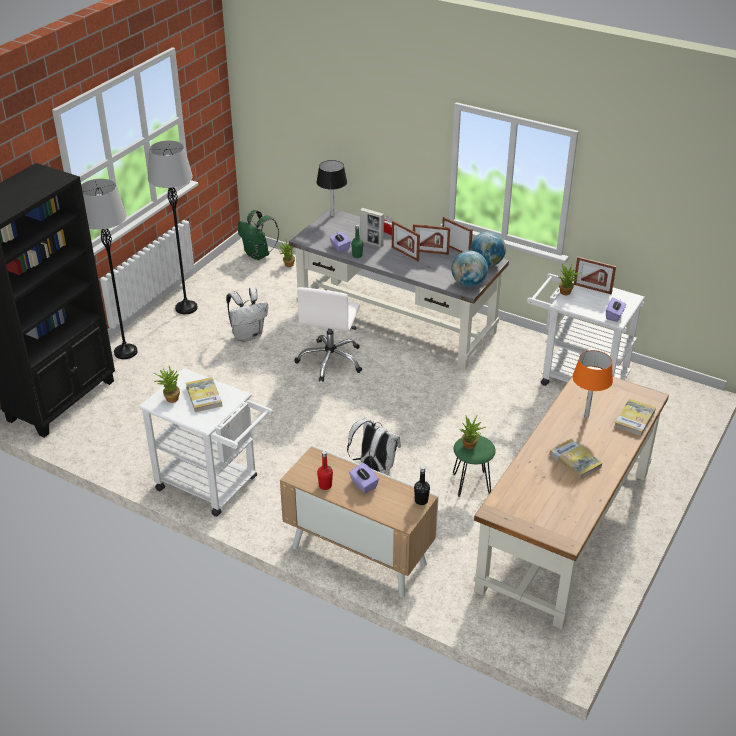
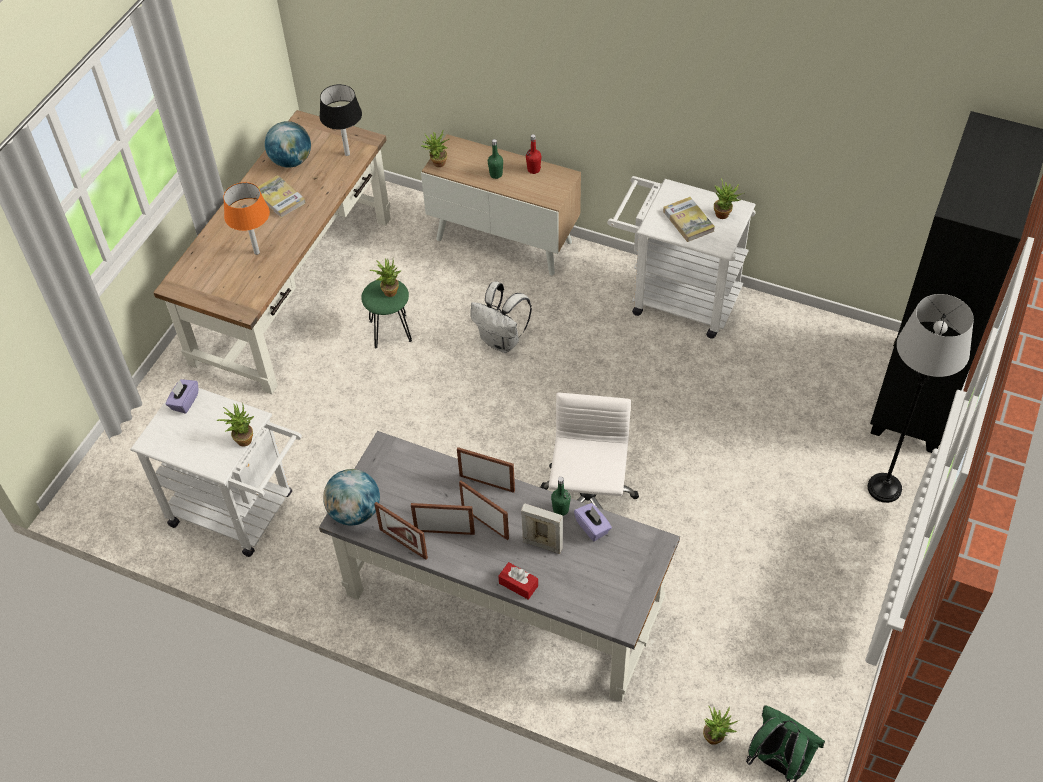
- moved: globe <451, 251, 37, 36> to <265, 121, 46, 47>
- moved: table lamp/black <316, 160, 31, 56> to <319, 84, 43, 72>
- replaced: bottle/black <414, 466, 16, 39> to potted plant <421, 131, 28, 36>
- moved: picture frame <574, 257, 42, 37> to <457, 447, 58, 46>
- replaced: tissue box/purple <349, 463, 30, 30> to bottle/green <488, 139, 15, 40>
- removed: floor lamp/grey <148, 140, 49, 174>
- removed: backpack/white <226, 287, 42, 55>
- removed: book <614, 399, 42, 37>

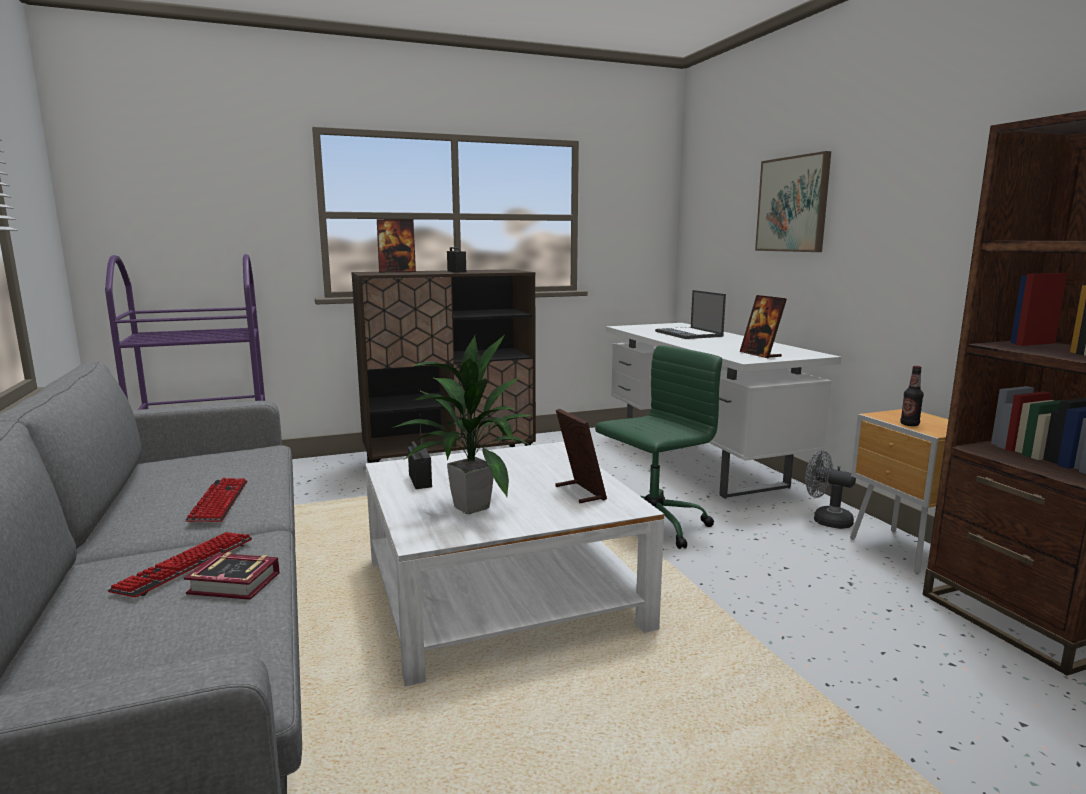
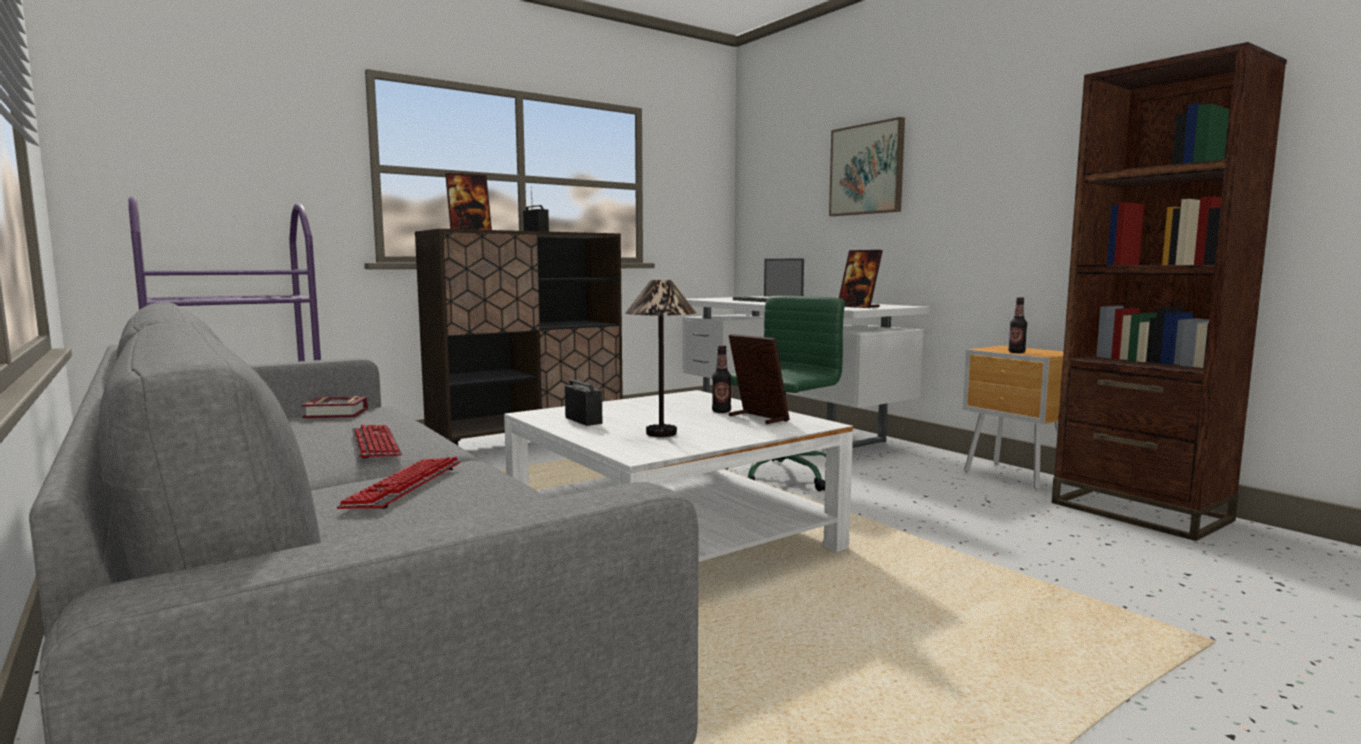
- moved: book <184, 552, 96, 48> to <301, 396, 67, 22>
- replaced: potted plant <392, 334, 141, 180> to table lamp <625, 280, 71, 157>
- added: bottle <712, 345, 19, 68>
- removed: fan/grey <805, 450, 51, 79>

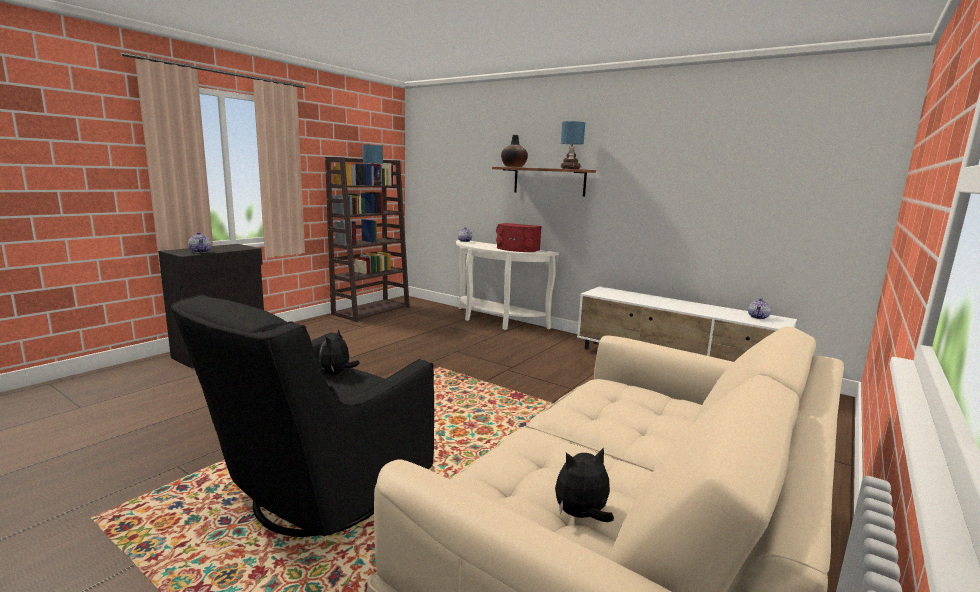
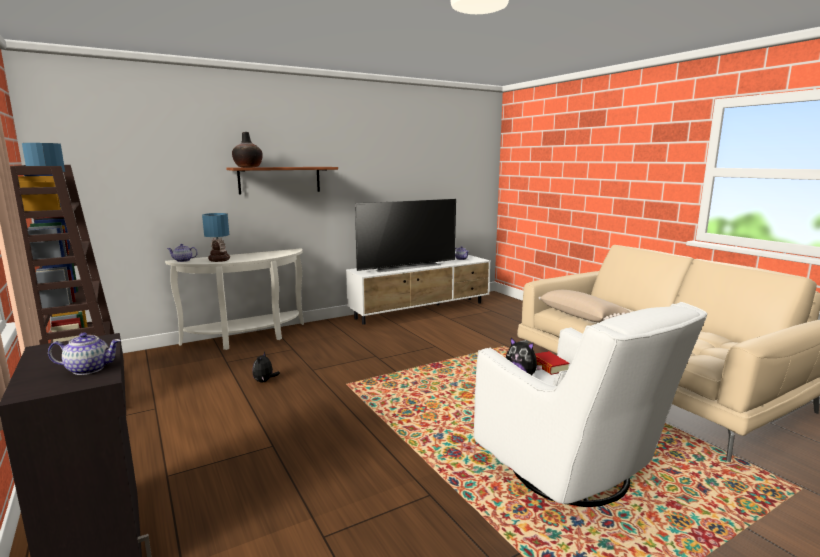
- moved: table lamp <561, 121, 24, 48> to <202, 213, 28, 49>
- moved: plush toy <555, 447, 59, 75> to <252, 352, 28, 31>
- added: television <355, 199, 101, 73>
- recoloured: armchair/black <171, 294, 263, 243> to armchair/white <474, 302, 233, 205>
- added: book <535, 351, 35, 24>
- added: pillow/beige <539, 290, 91, 33>
- removed: speaker/red <496, 223, 46, 29>

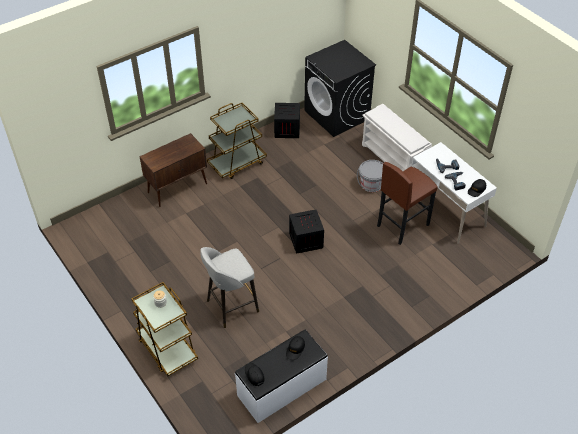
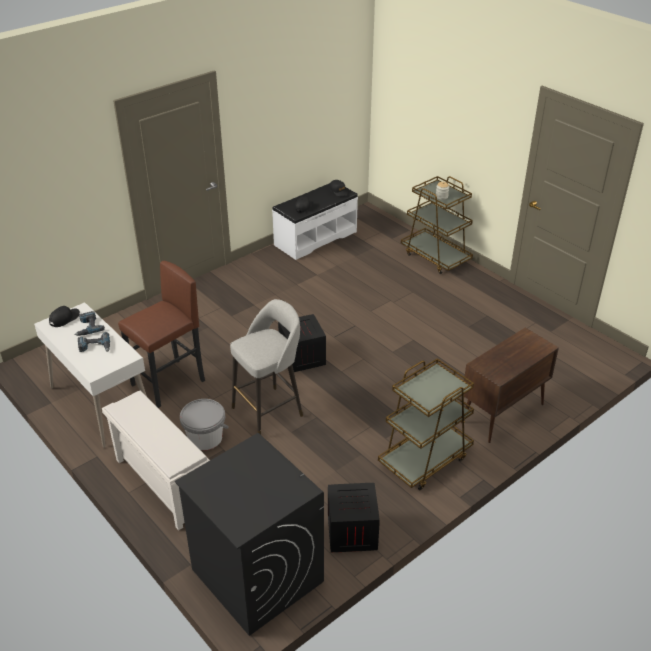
- moved: stool/grey <201, 247, 58, 81> to <230, 299, 73, 136>

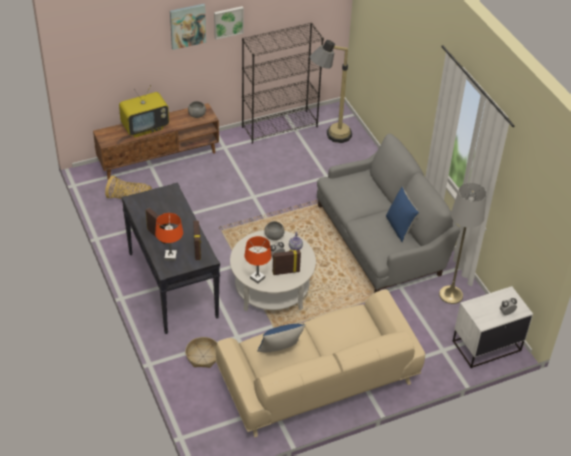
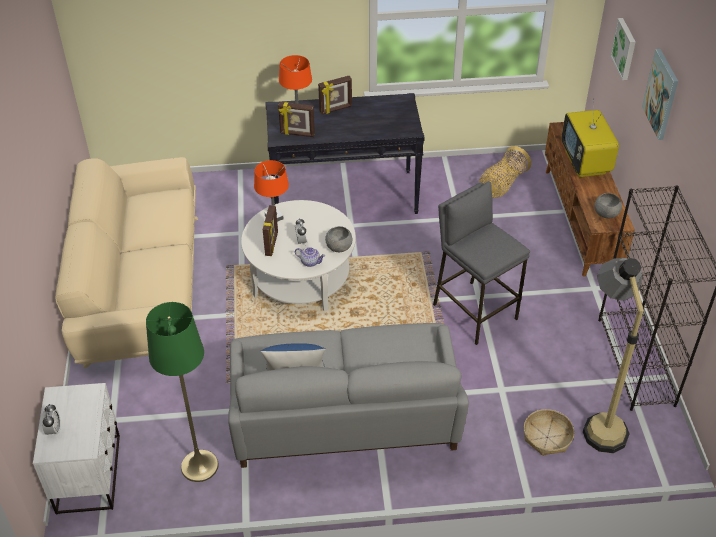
- recoloured: floor lamp/grey <439, 183, 48, 121> to floor lamp/green <146, 302, 73, 180>
- added: stool/grey <433, 181, 97, 164>
- moved: basket <185, 337, 32, 31> to <524, 409, 51, 47>
- moved: picture <214, 6, 30, 34> to <610, 18, 26, 62>
- removed: pillow/blue <257, 324, 48, 28>

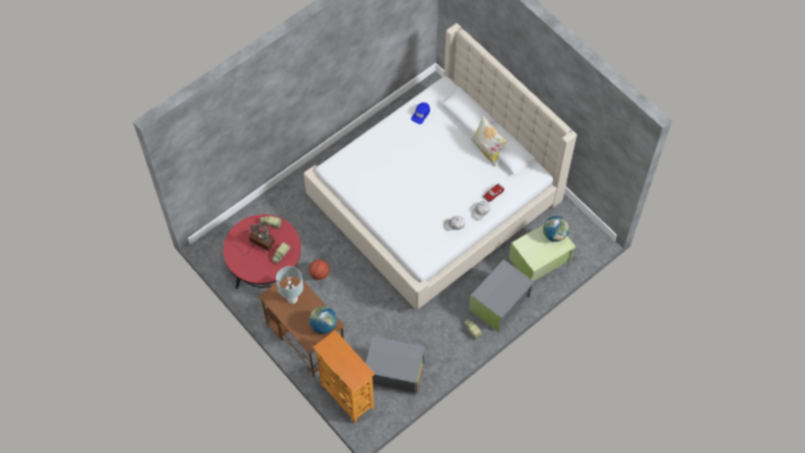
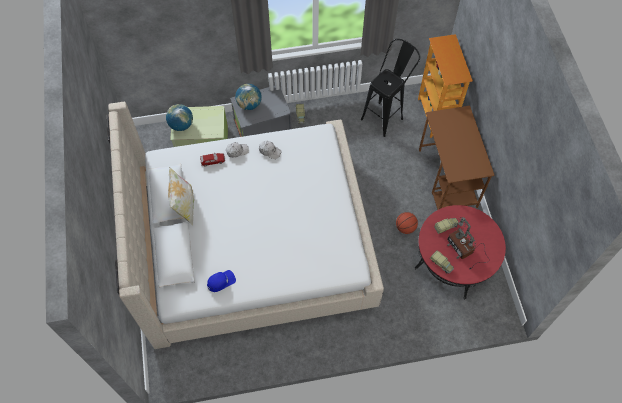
- moved: globe <309, 306, 28, 28> to <235, 84, 27, 26>
- replaced: storage box/grey <366, 336, 59, 59> to stool/black <361, 39, 59, 98>
- removed: table lamp/grey <276, 266, 27, 38>

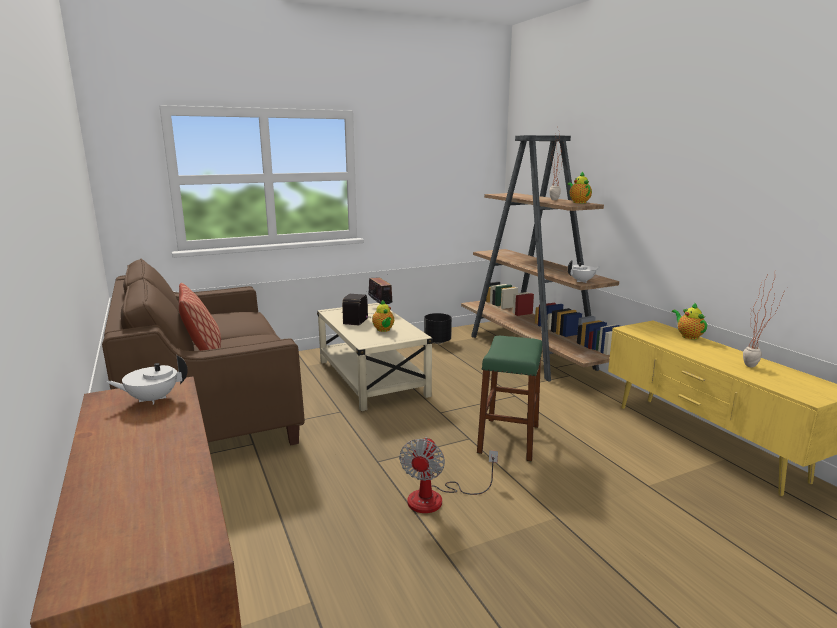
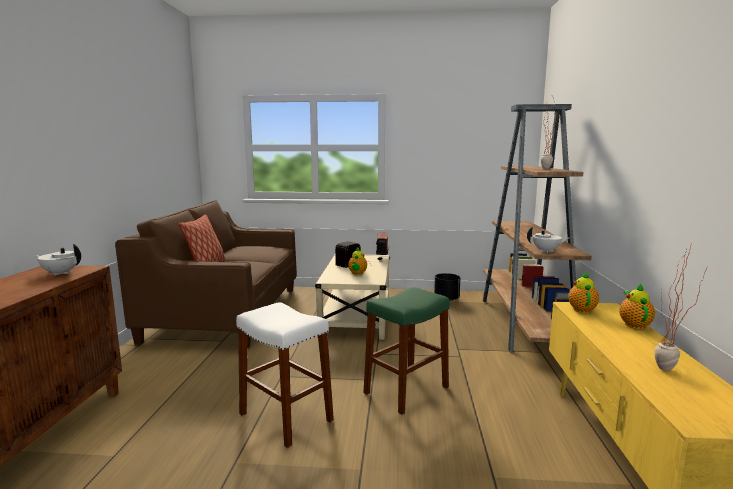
- replaced: fan <399, 437, 99, 76> to stool/white <236, 302, 98, 146>
- moved: teapot <568, 172, 24, 31> to <568, 272, 31, 41>

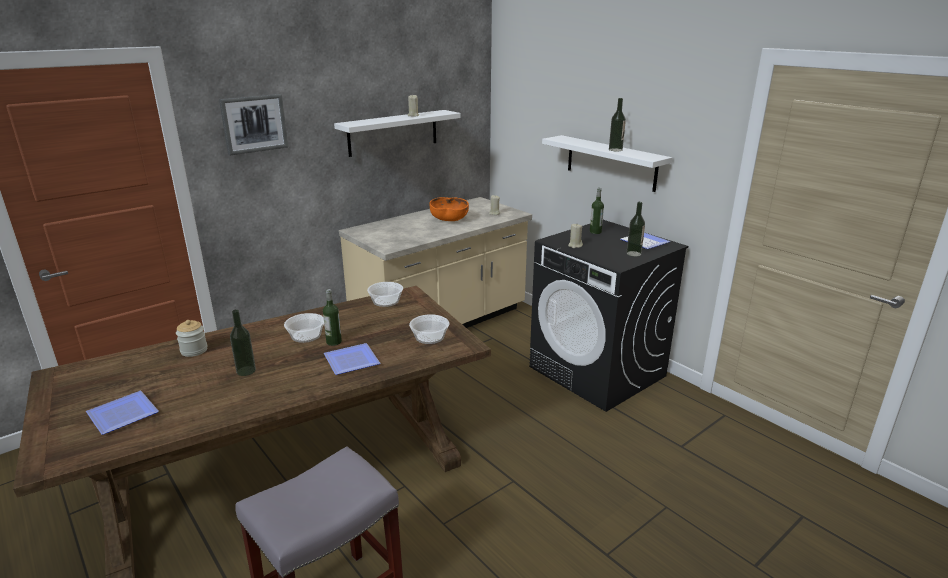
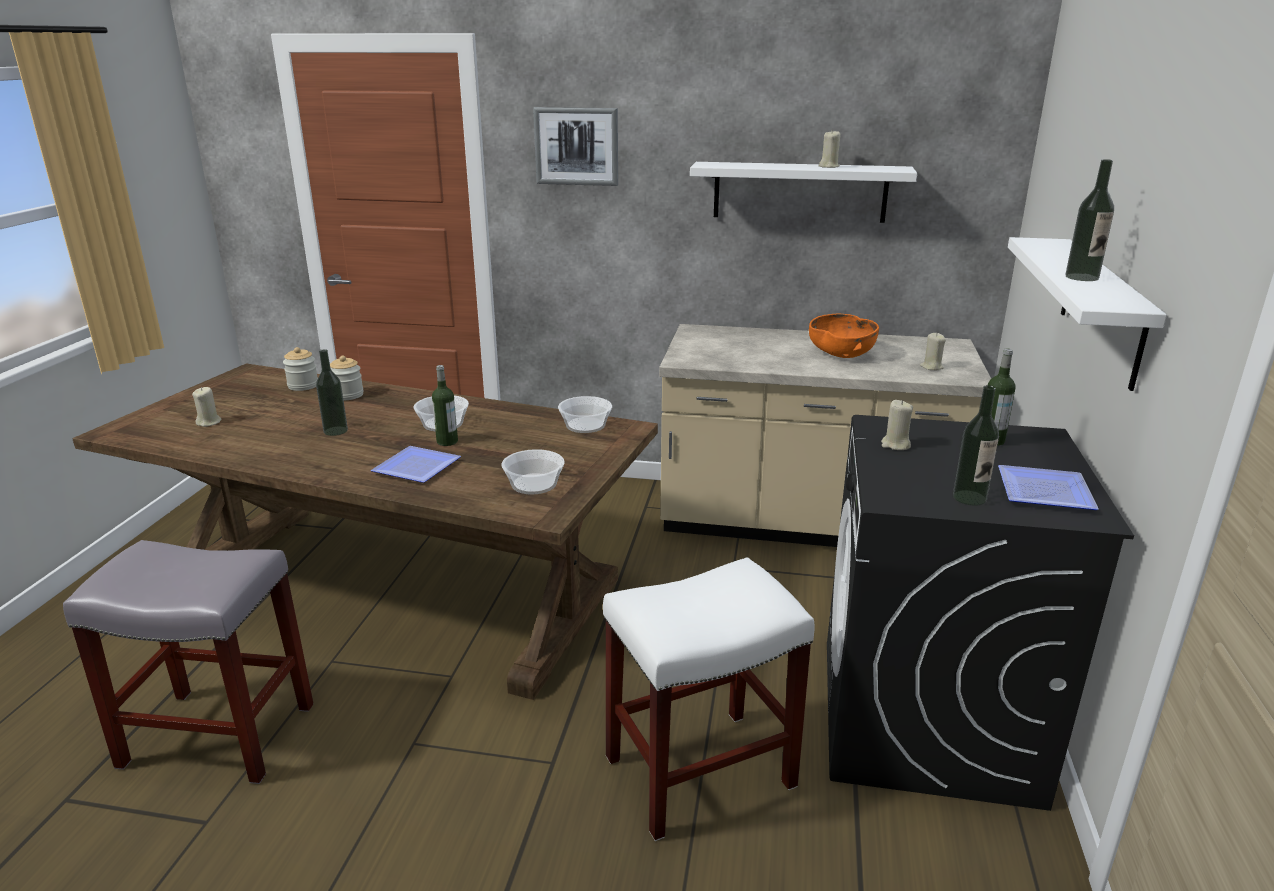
- replaced: plate <86, 391, 73, 44> to candle/beige <192, 387, 29, 40>
- added: jar <283, 347, 35, 44>
- added: stool/white <603, 557, 212, 284>

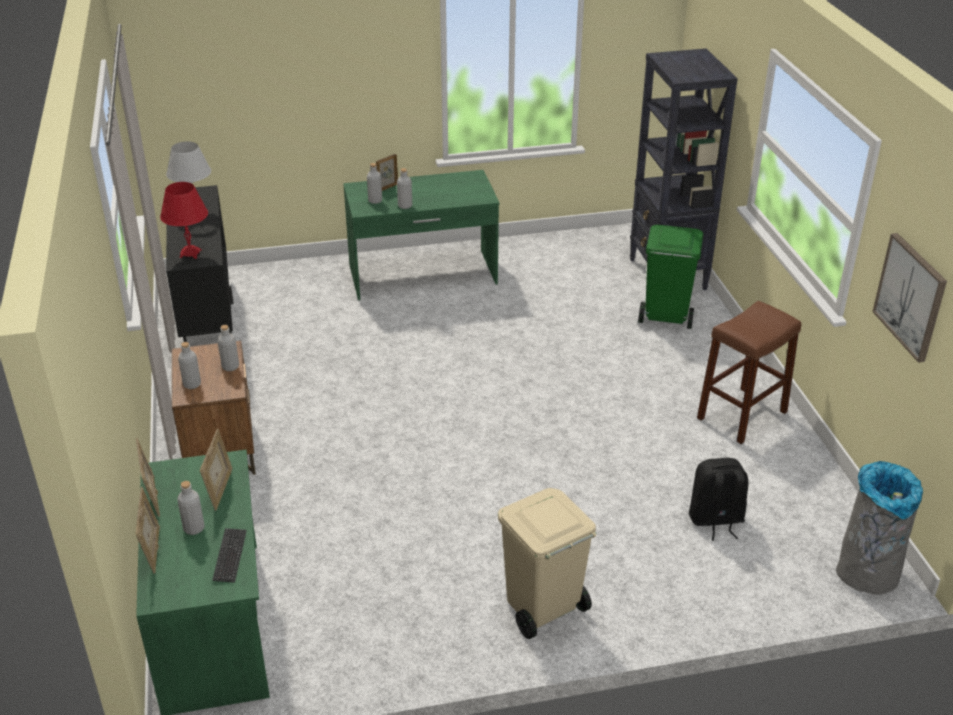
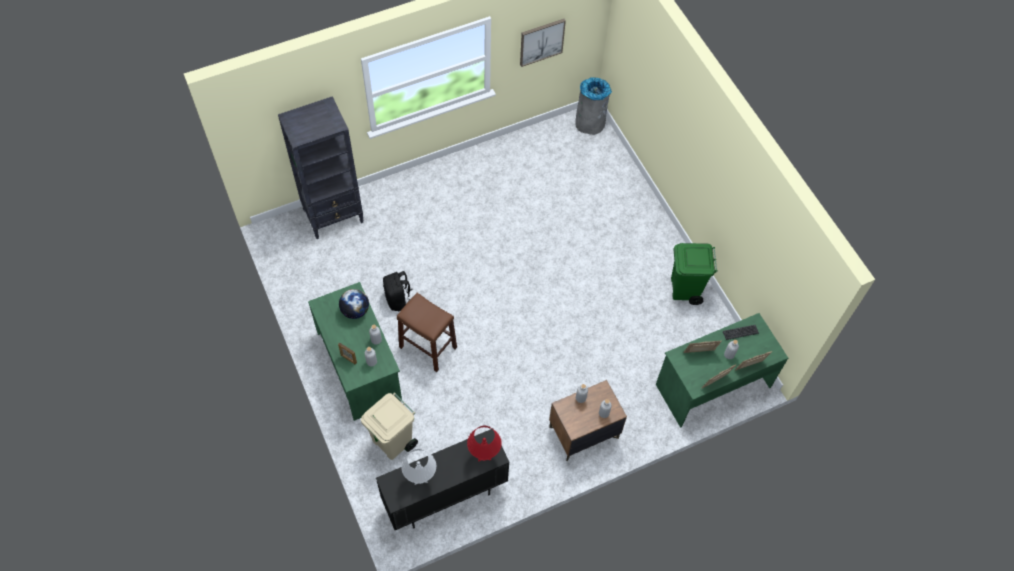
- added: globe <339, 289, 30, 30>
- moved: trash can/beige <498, 488, 99, 151> to <361, 393, 57, 67>
- moved: backpack/black <689, 458, 59, 83> to <383, 271, 29, 40>
- moved: stool/brown <697, 301, 104, 143> to <397, 293, 60, 79>
- moved: trash can/green <638, 225, 65, 104> to <671, 243, 47, 62>

